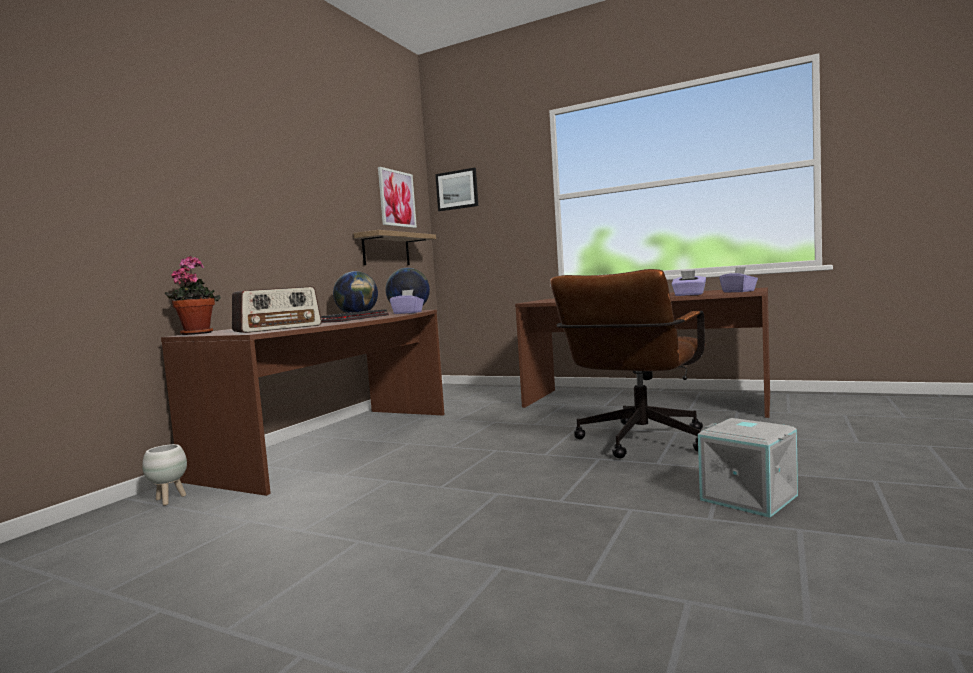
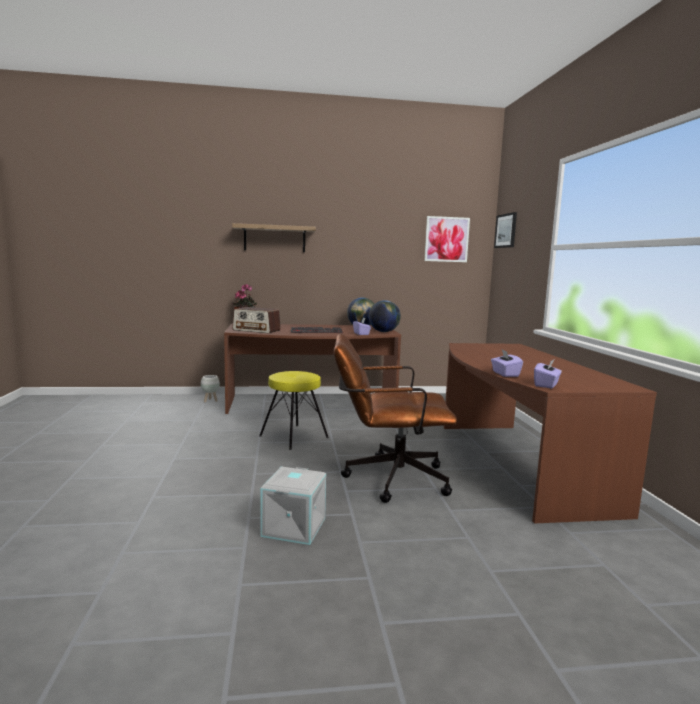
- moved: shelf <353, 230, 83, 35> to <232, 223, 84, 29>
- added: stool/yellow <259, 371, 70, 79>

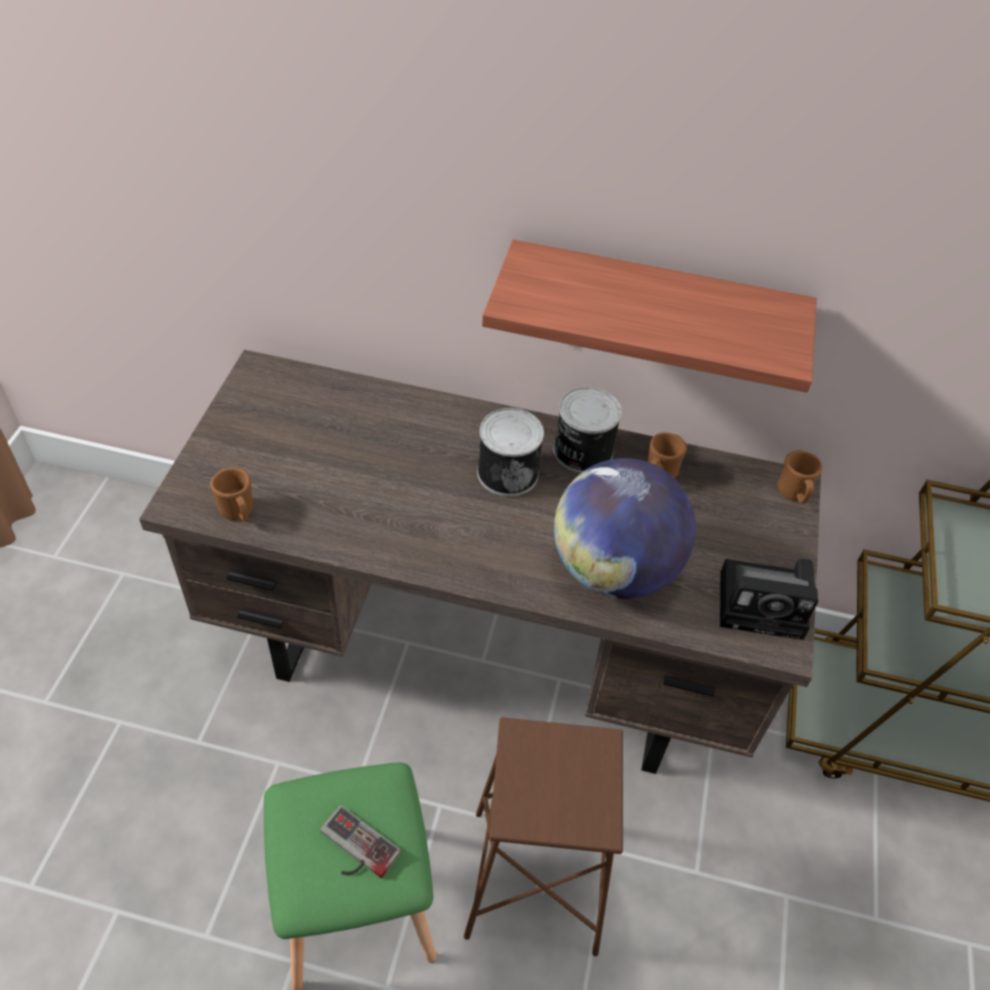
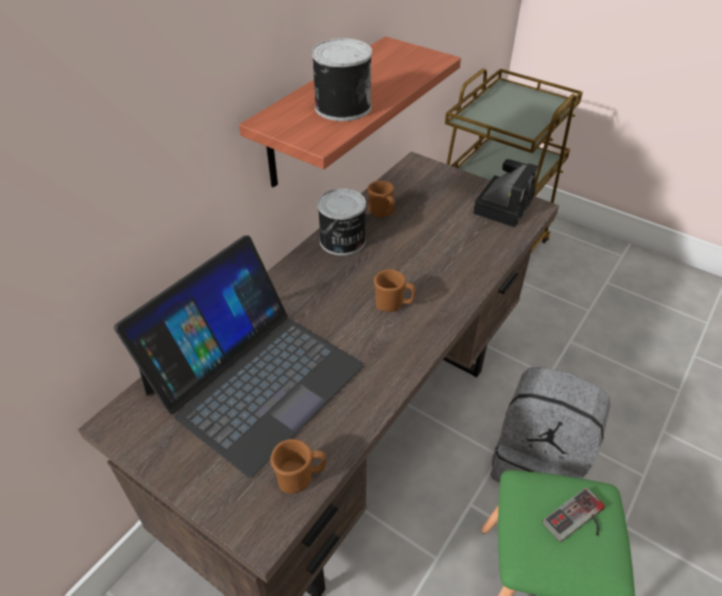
- added: laptop <114, 236, 249, 242>
- moved: can <477, 408, 67, 89> to <312, 38, 60, 83>
- moved: mug/brown <777, 450, 45, 53> to <374, 269, 41, 43>
- replaced: stool/brown <464, 717, 159, 239> to backpack/grey <491, 367, 120, 116>
- removed: globe <554, 458, 142, 141>

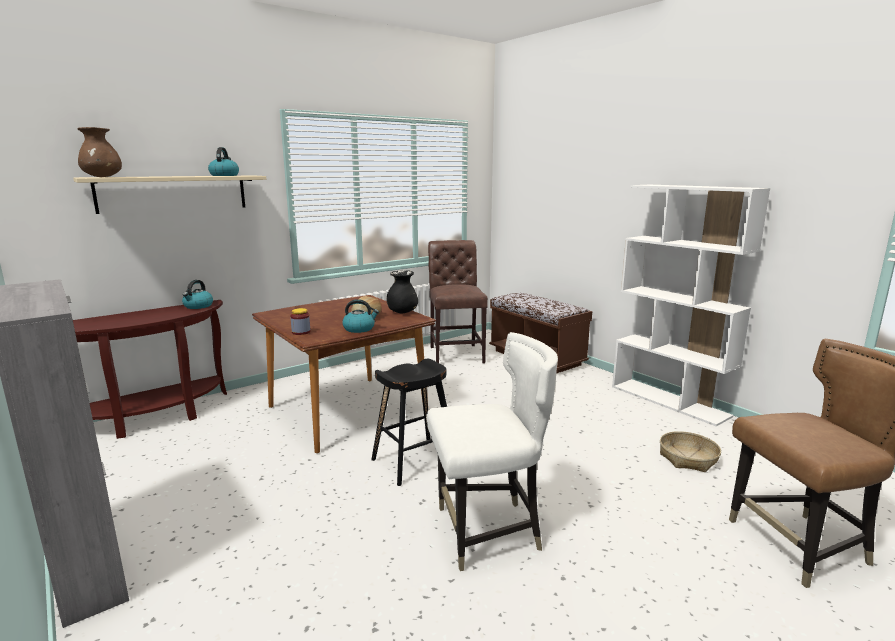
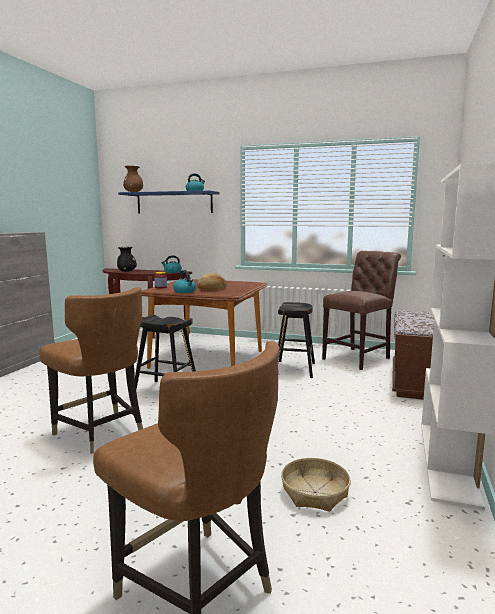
- recoloured: chair/white <426, 332, 132, 239> to chair/brown <39, 287, 104, 167>
- moved: vase/black <387, 270, 31, 43> to <117, 247, 20, 25>
- recoloured: shelf/beige <73, 175, 193, 39> to shelf/blue <118, 191, 102, 22>
- added: stool/black <278, 302, 37, 76>

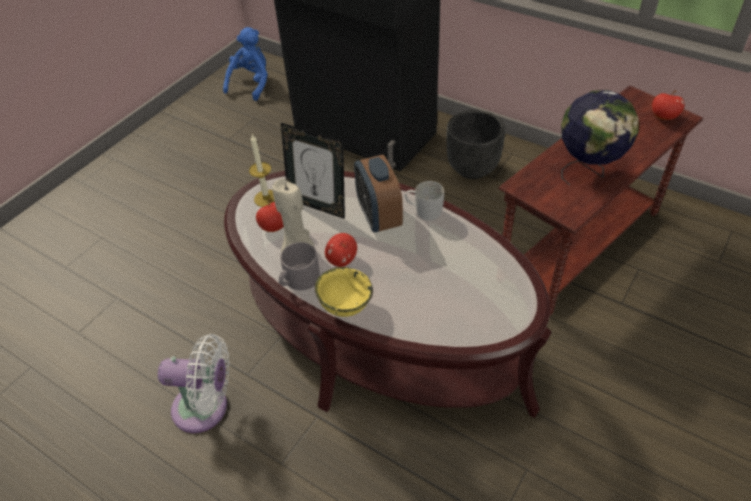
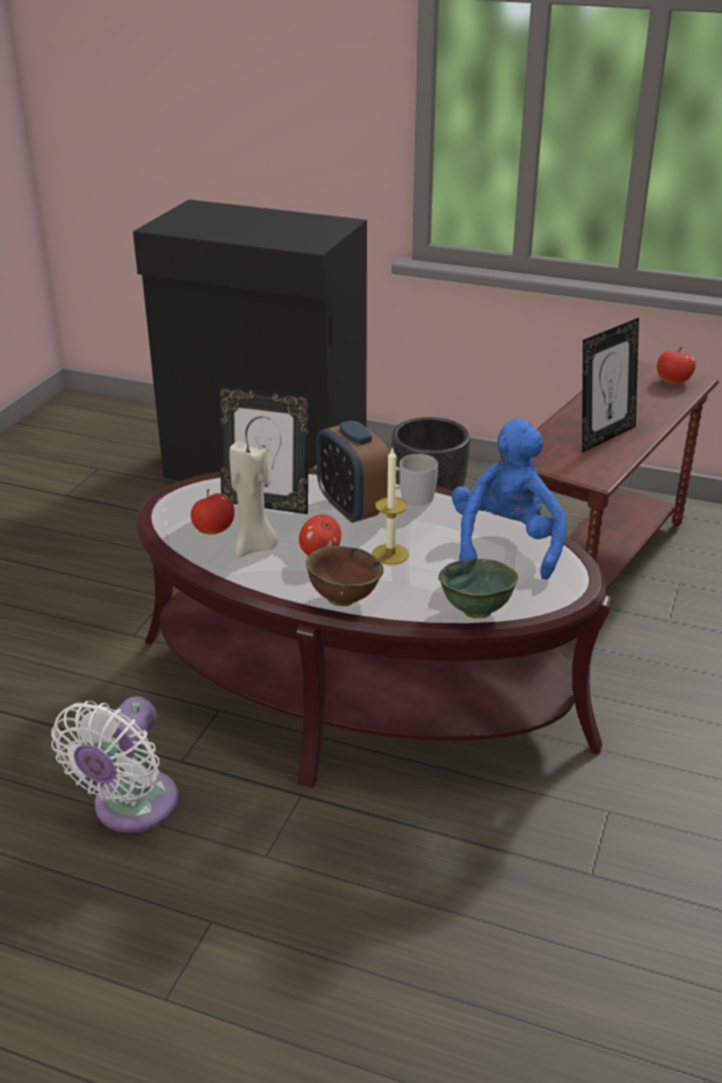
- turned: fan/white <158, 334, 71, 99> = <51, 696, 128, 137> 120 degrees clockwise
- recoloured: bowl/yellow <315, 267, 58, 50> to bowl/brown <306, 546, 78, 60>
- moved: candle <249, 134, 26, 73> to <372, 447, 37, 118>
- added: bowl/green <439, 559, 79, 59>
- moved: plush toy/blue <223, 27, 45, 74> to <452, 418, 115, 162>
- replaced: globe <561, 90, 78, 95> to picture frame <582, 318, 57, 135>
- removed: mug/grey <279, 242, 41, 48>

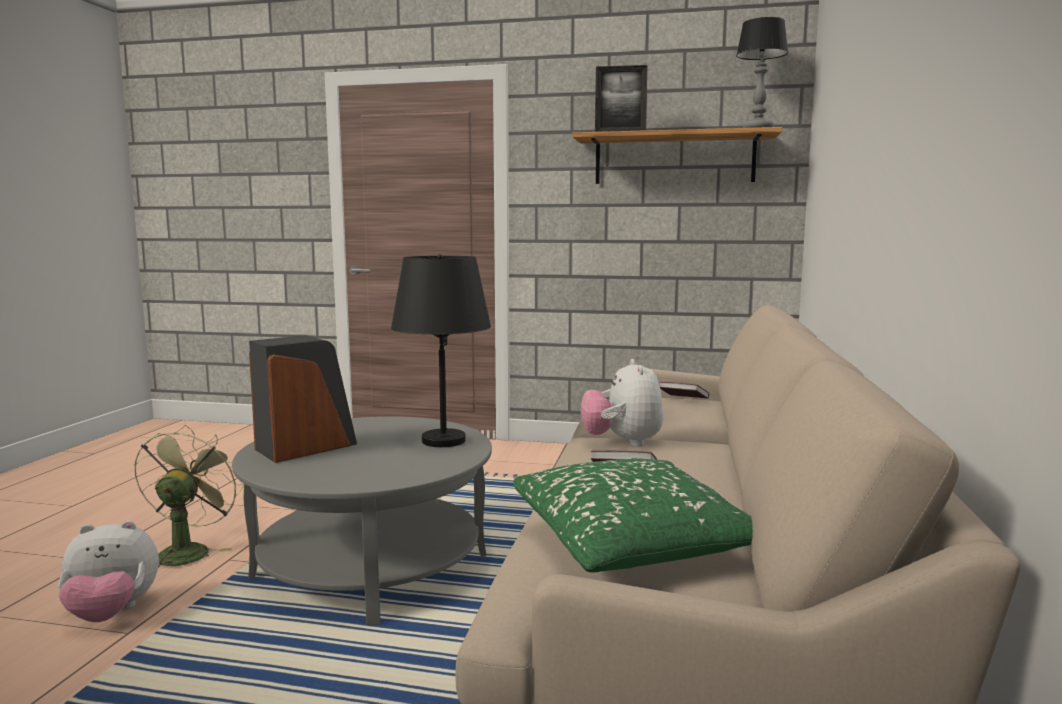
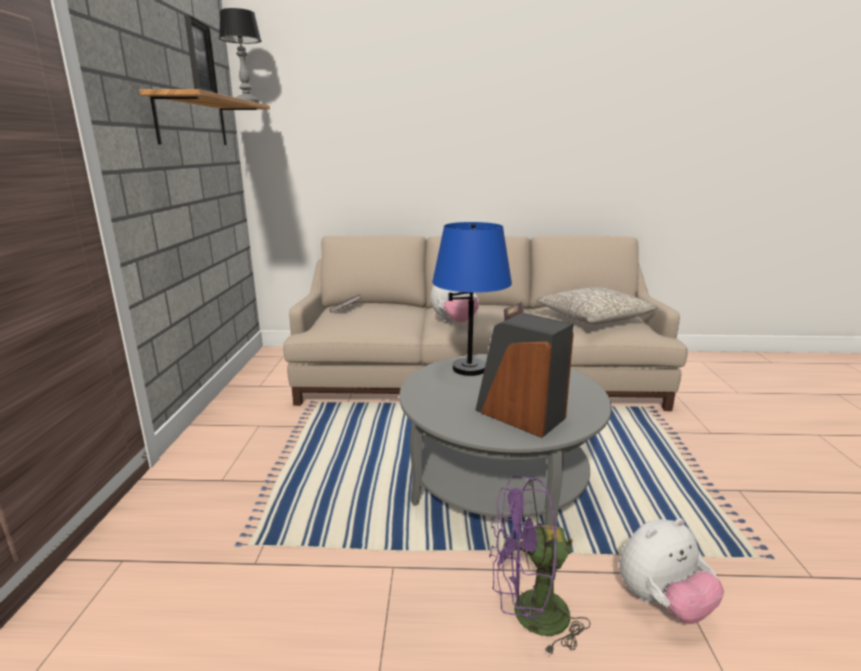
- recoloured: table lamp/black <391, 254, 100, 193> to table lamp/blue <432, 222, 80, 154>
- recoloured: fan/green <134, 425, 110, 143> to fan/purple <489, 476, 102, 180>
- recoloured: pillow/green <513, 458, 240, 115> to pillow/grey <536, 287, 122, 38>
- turned: plush toy <58, 521, 101, 101> = <619, 518, 105, 106> 90 degrees clockwise

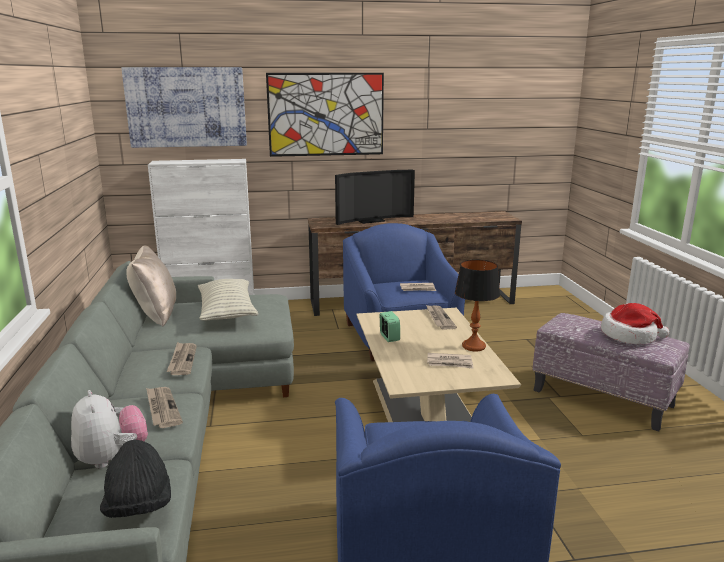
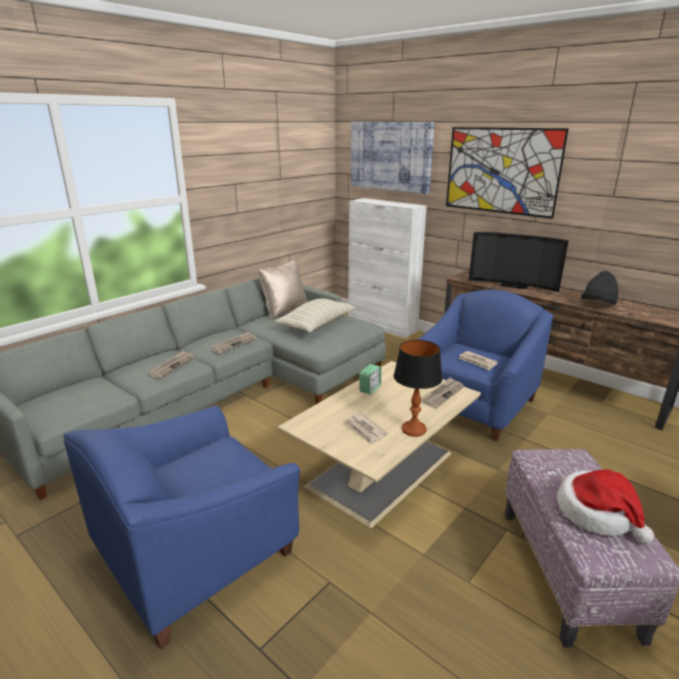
- moved: hat/black <100, 439, 71, 79> to <581, 271, 37, 34>
- removed: plush toy <71, 390, 77, 79>

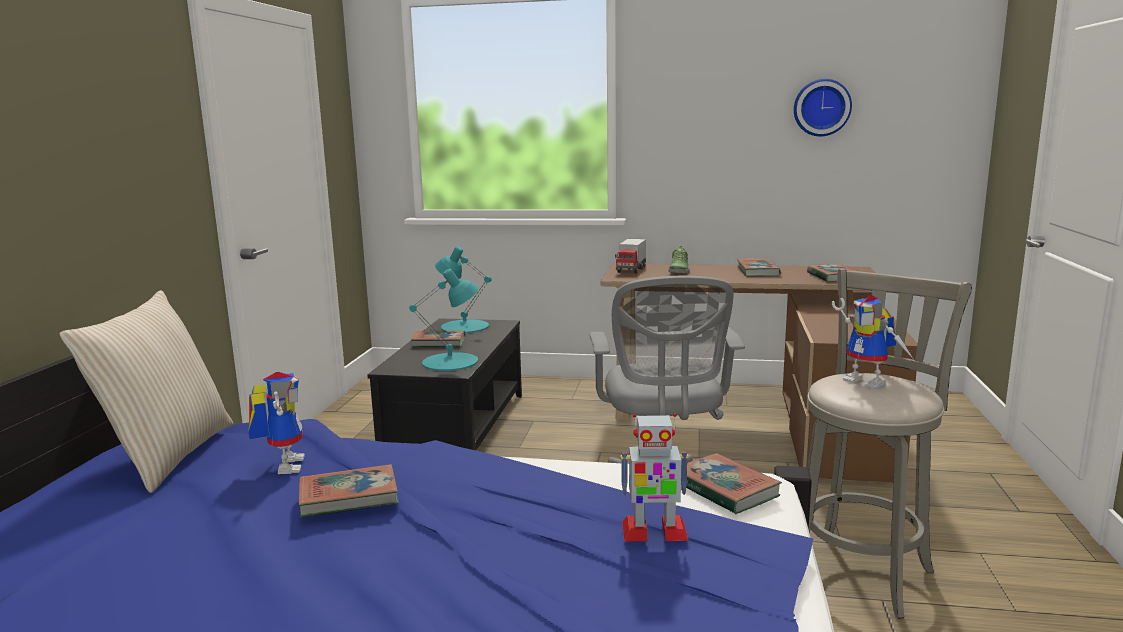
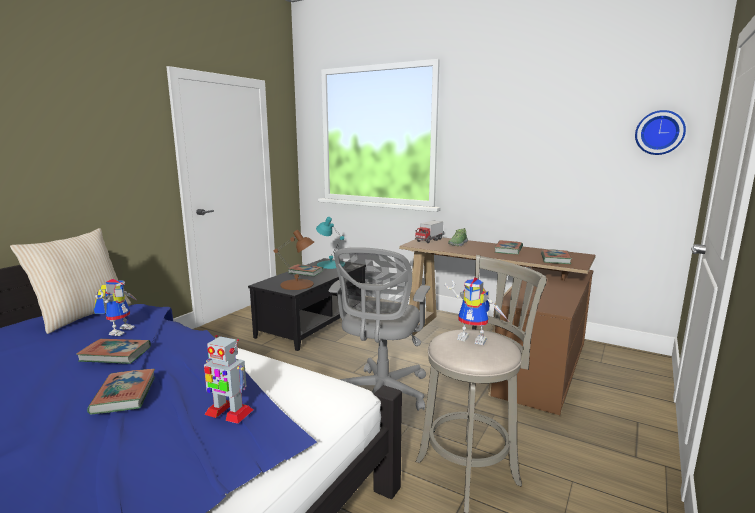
- moved: book <686, 453, 96, 61> to <87, 369, 68, 46>
- recoloured: table lamp/turquoise <409, 269, 70, 102> to table lamp/brown <274, 230, 40, 60>
- turned: toy robot <832, 295, 81, 94> = <445, 277, 63, 68> 45 degrees counterclockwise
- moved: wall clock <794, 79, 58, 57> to <635, 110, 51, 45>

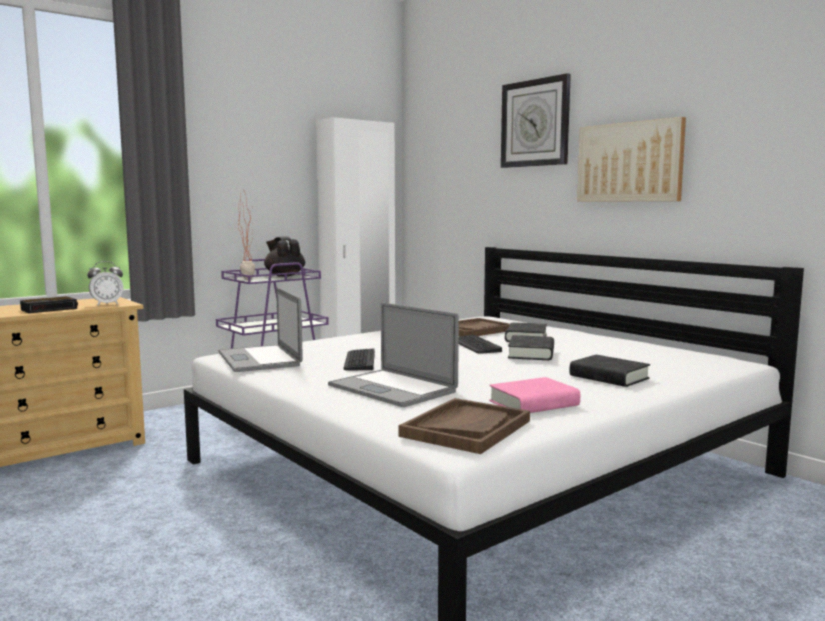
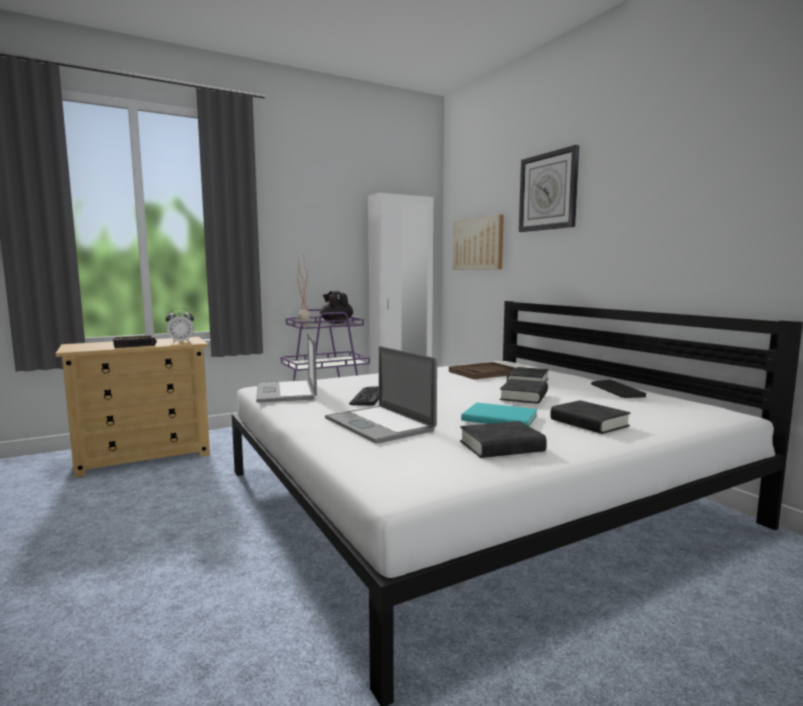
- moved: picture <577, 117, 109, 85> to <453, 214, 51, 56>
- recoloured: book/pink <489, 377, 91, 36> to book/black <460, 421, 87, 37>
- added: book/turquoise <461, 403, 77, 23>
- moved: keyboard <459, 335, 43, 19> to <591, 380, 55, 18>
- removed: tray/brown <398, 398, 132, 56>

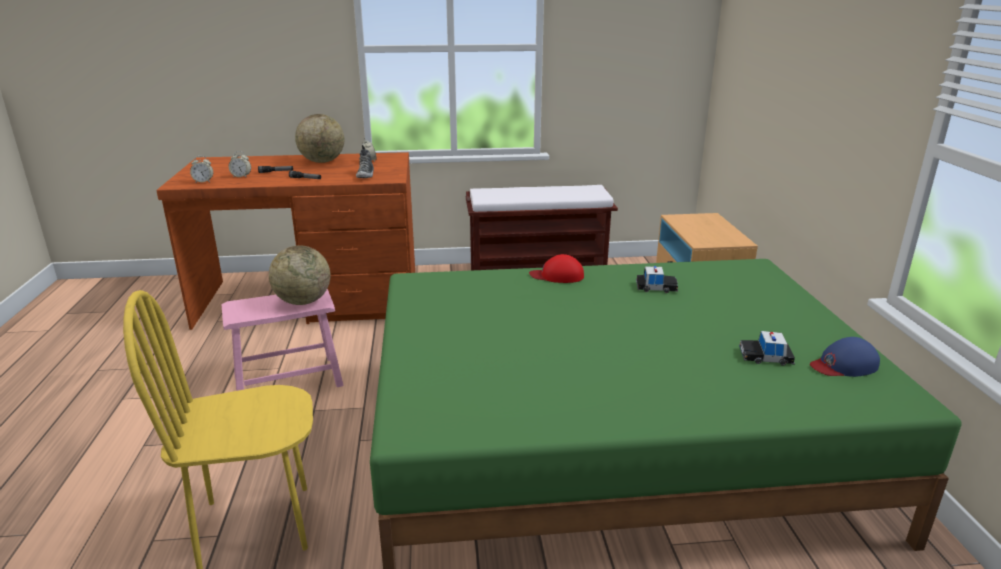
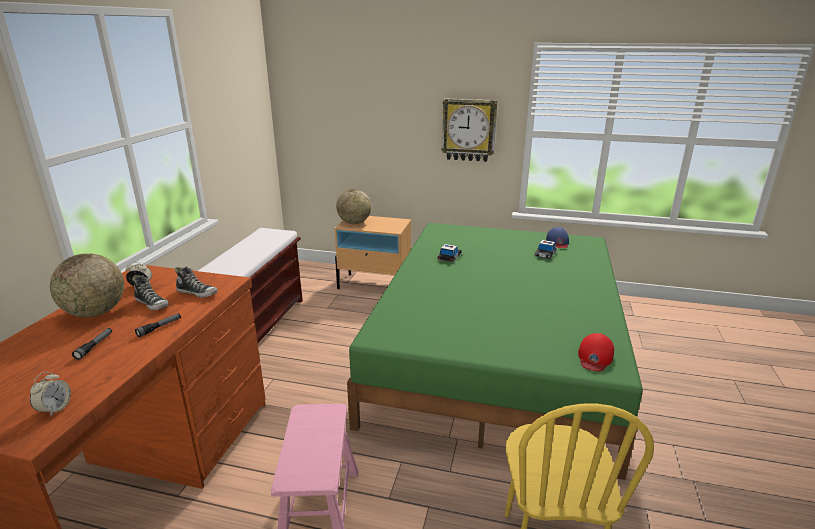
- added: shoe <132, 275, 37, 35>
- moved: globe <269, 245, 61, 60> to <336, 189, 35, 35>
- added: wall clock <441, 98, 57, 64>
- moved: cap/red <529, 254, 55, 29> to <578, 333, 36, 38>
- removed: alarm clock <229, 151, 22, 27>

